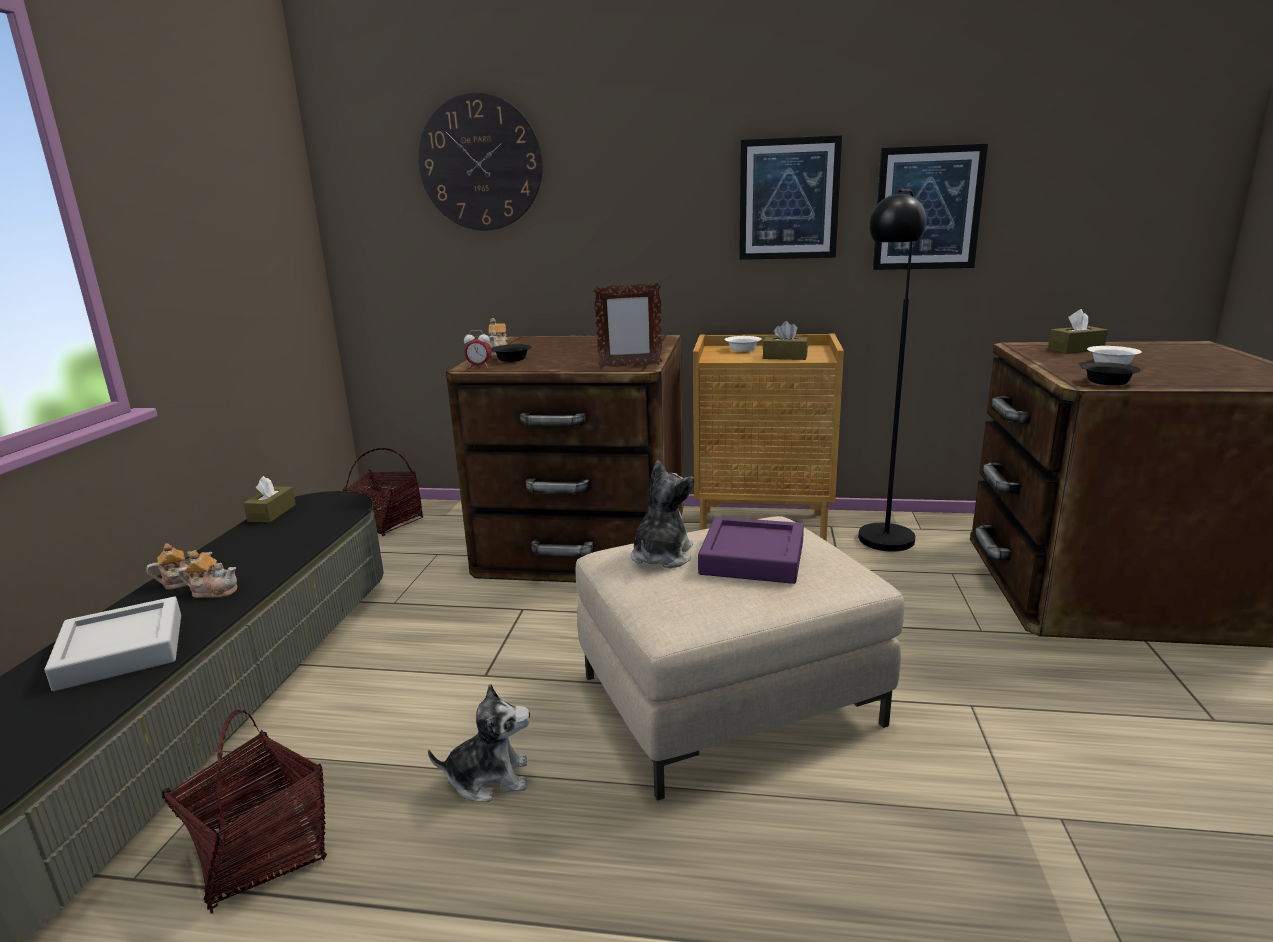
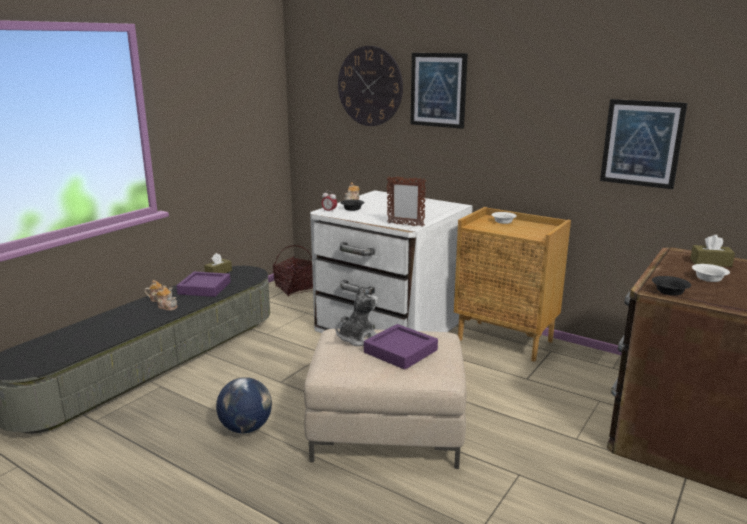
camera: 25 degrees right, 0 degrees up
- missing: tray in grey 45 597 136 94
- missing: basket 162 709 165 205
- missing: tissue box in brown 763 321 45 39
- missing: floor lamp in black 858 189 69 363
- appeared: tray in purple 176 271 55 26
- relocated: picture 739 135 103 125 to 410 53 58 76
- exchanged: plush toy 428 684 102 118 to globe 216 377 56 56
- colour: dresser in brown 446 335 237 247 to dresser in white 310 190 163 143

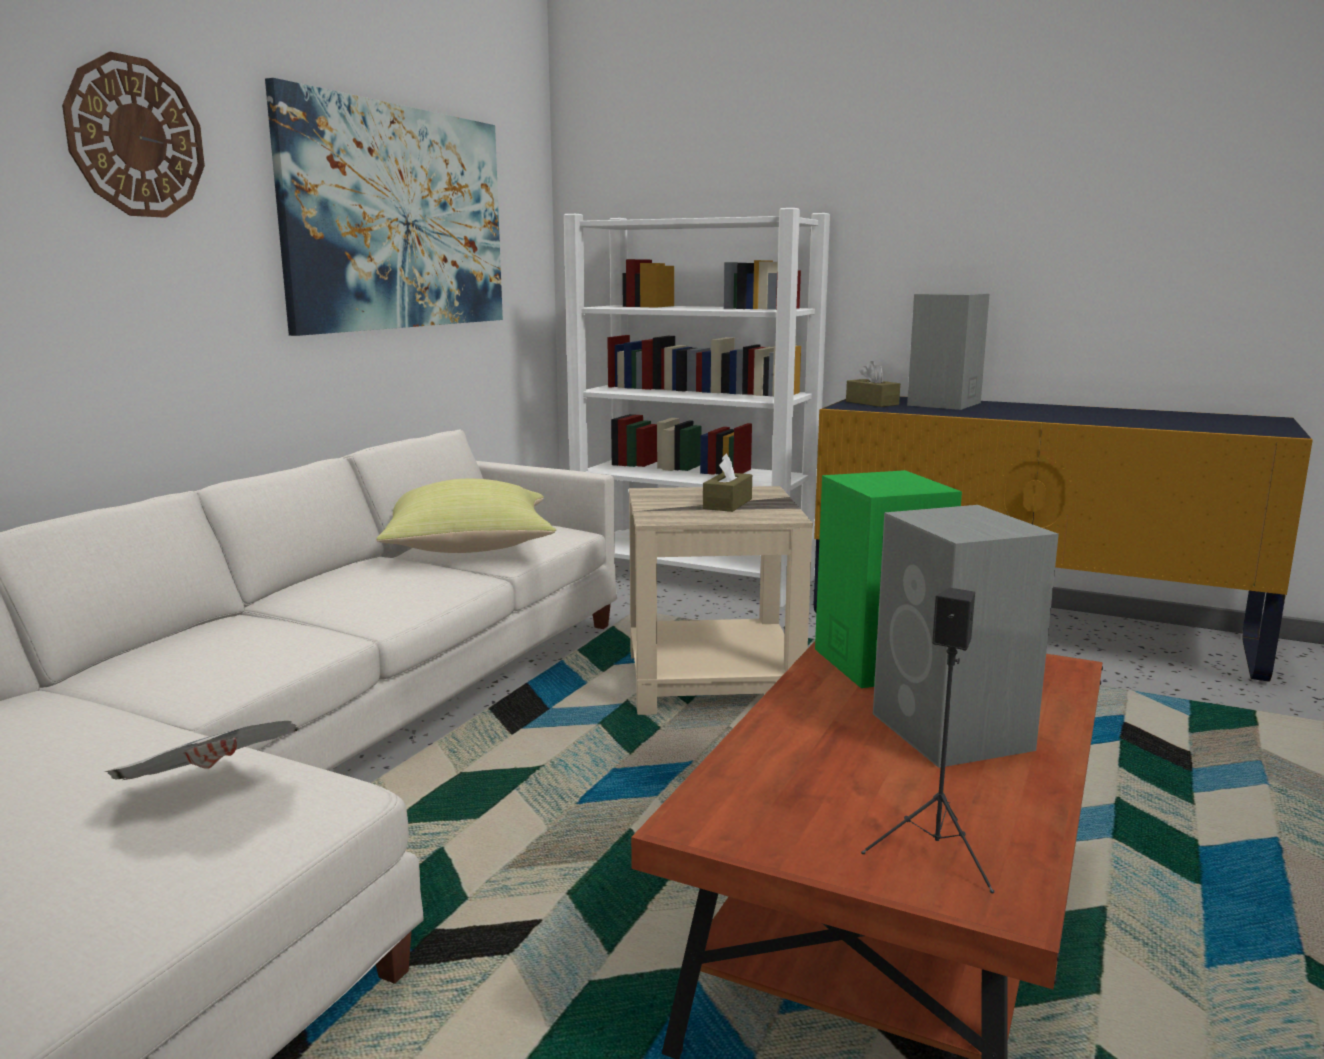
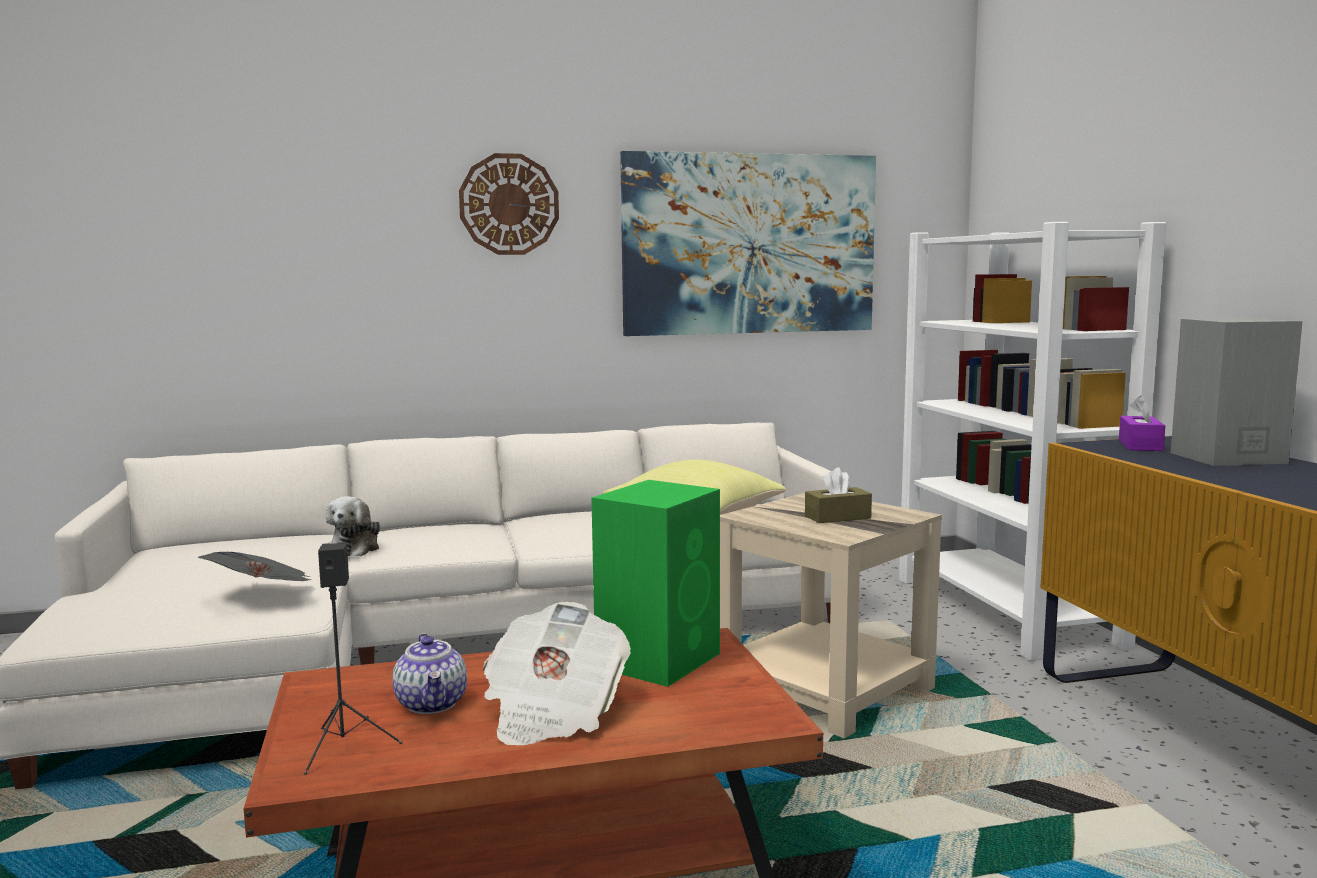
camera: 50 degrees right, 5 degrees down
- appeared: plush toy 326 496 54 60
- appeared: teapot 393 633 74 81
- exchanged: speaker in grey 873 505 186 263 to newspaper 483 602 148 143
- colour: tissue box in brown 846 361 54 46 to tissue box in purple 1119 395 46 56

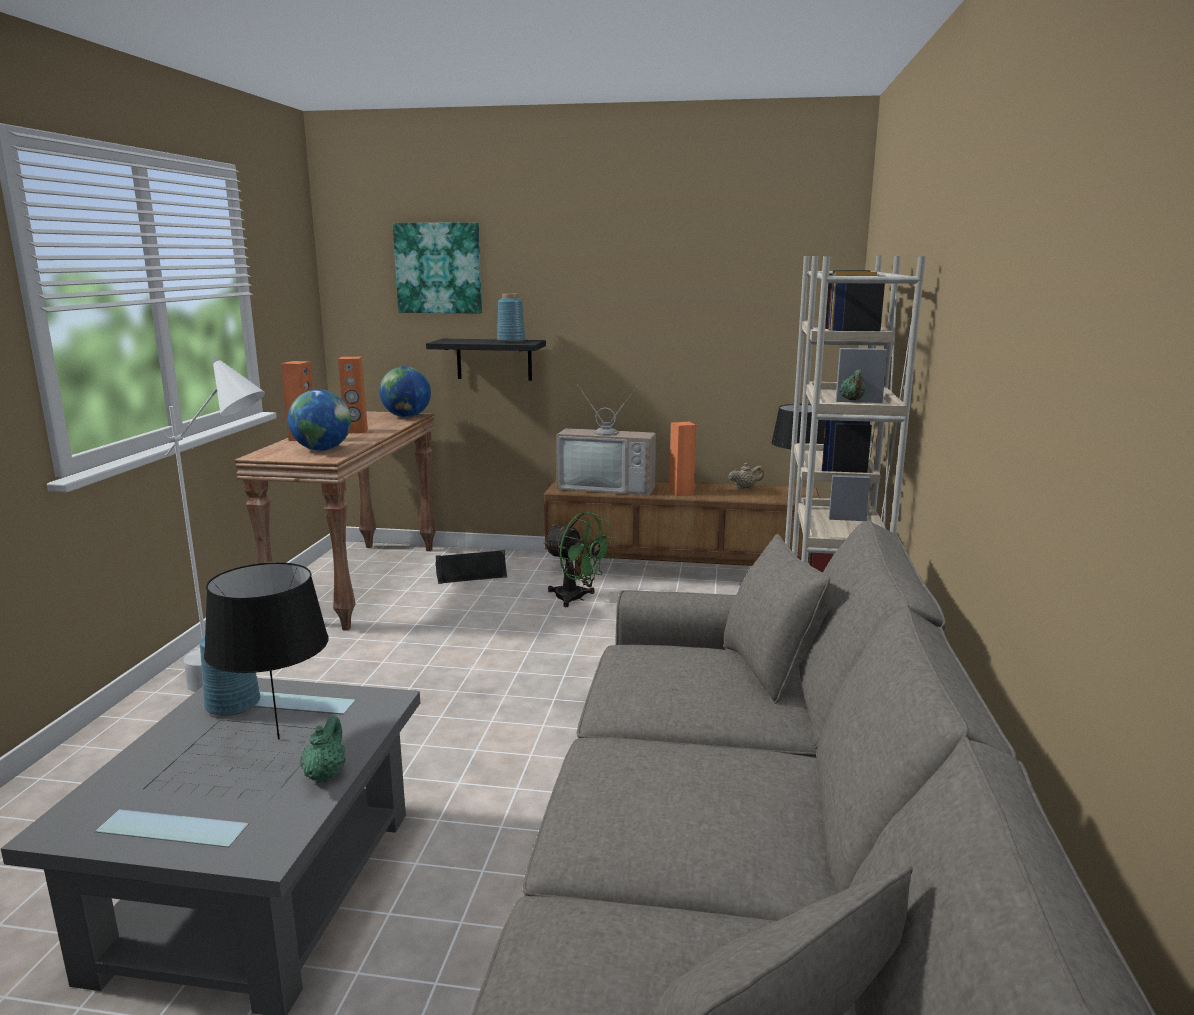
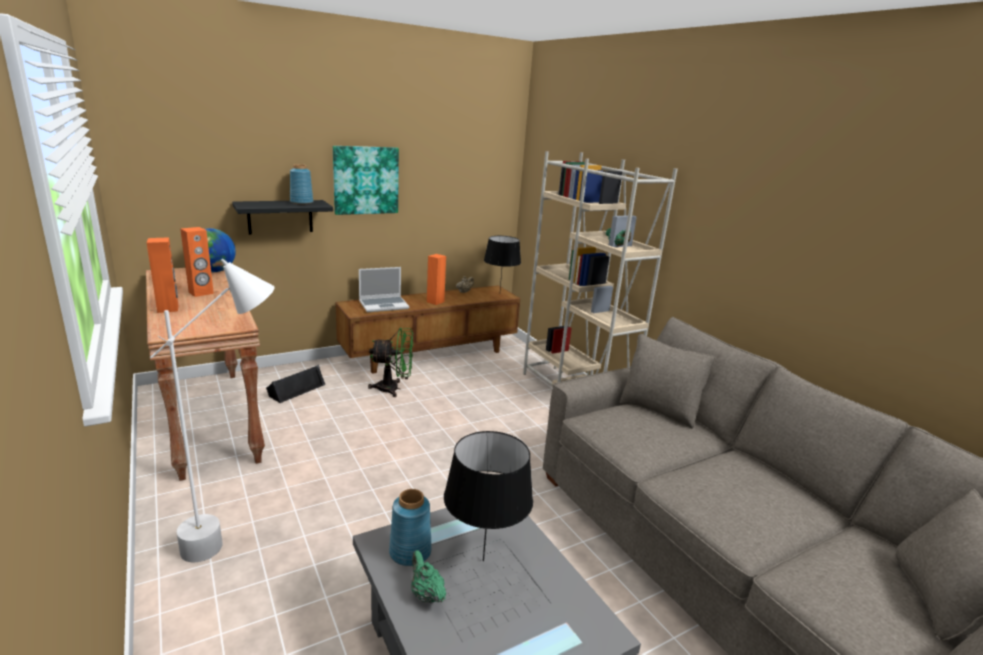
camera: 40 degrees left, 5 degrees up
- missing: globe 288 389 63 62
- relocated: teapot in green 300 716 46 67 to 411 550 35 53
- relocated: picture 393 222 89 92 to 333 146 66 69
- exchanged: television 556 385 100 111 to laptop 359 267 50 45

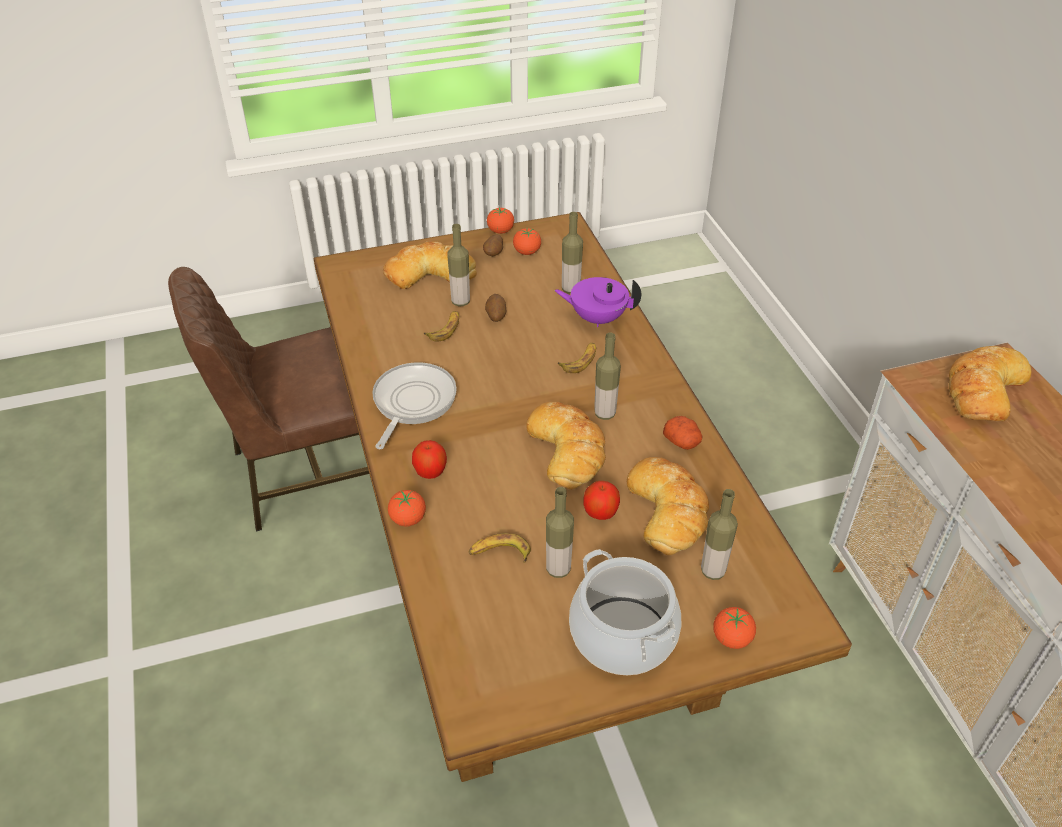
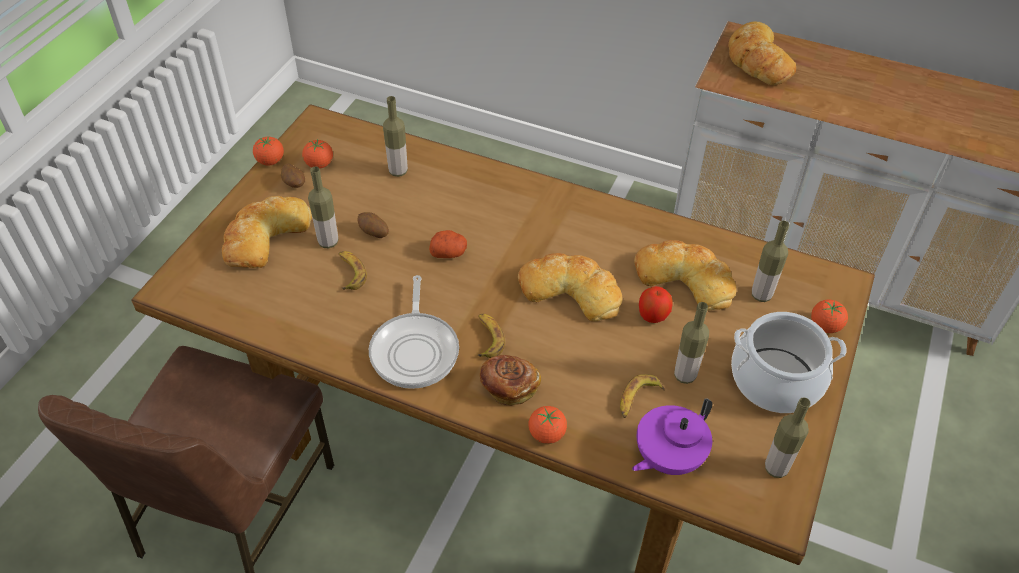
camera: 50 degrees left, 5 degrees up
- relocated: teapot in purple 554 277 87 50 to 632 398 80 77
- relocated: banana 558 343 38 30 to 477 314 28 44
- relocated: bottle 594 333 27 87 to 765 398 45 80
- relocated: potato 663 416 39 34 to 429 230 38 28
- exchanged: apple 412 440 35 39 to bread 480 355 61 51
- spun: frying pan 372 362 85 87 = 369 275 90 114 150 degrees counterclockwise

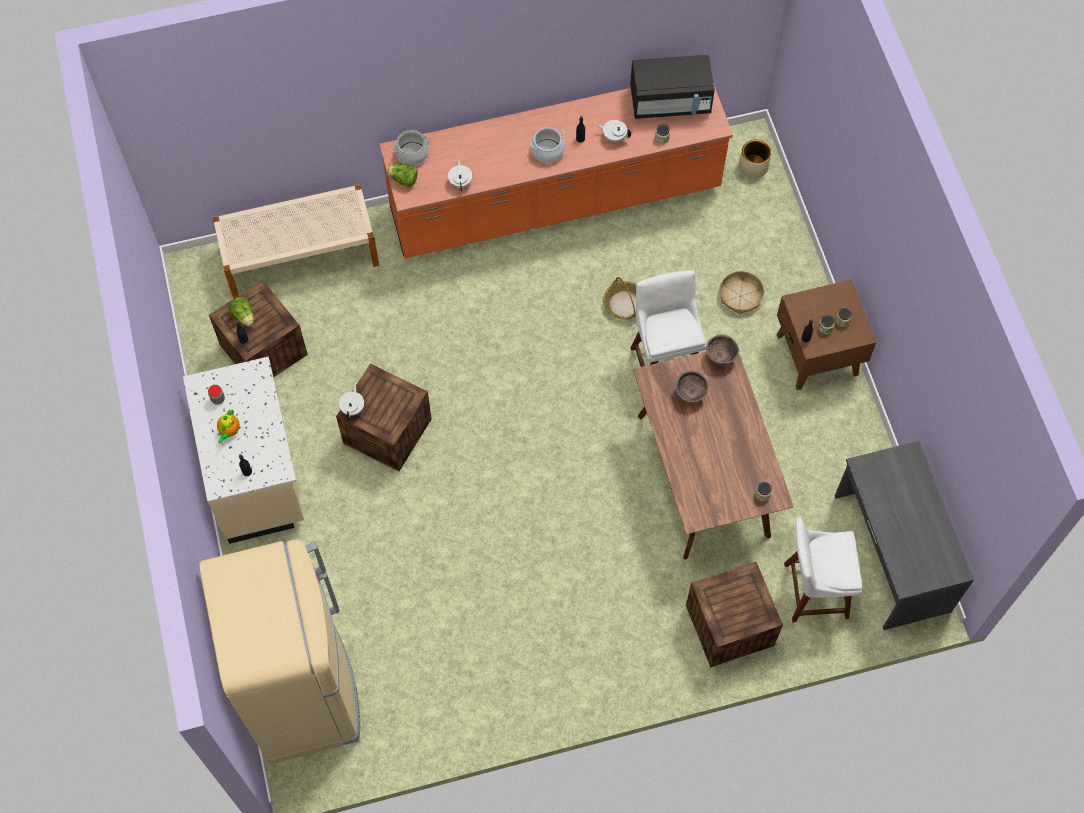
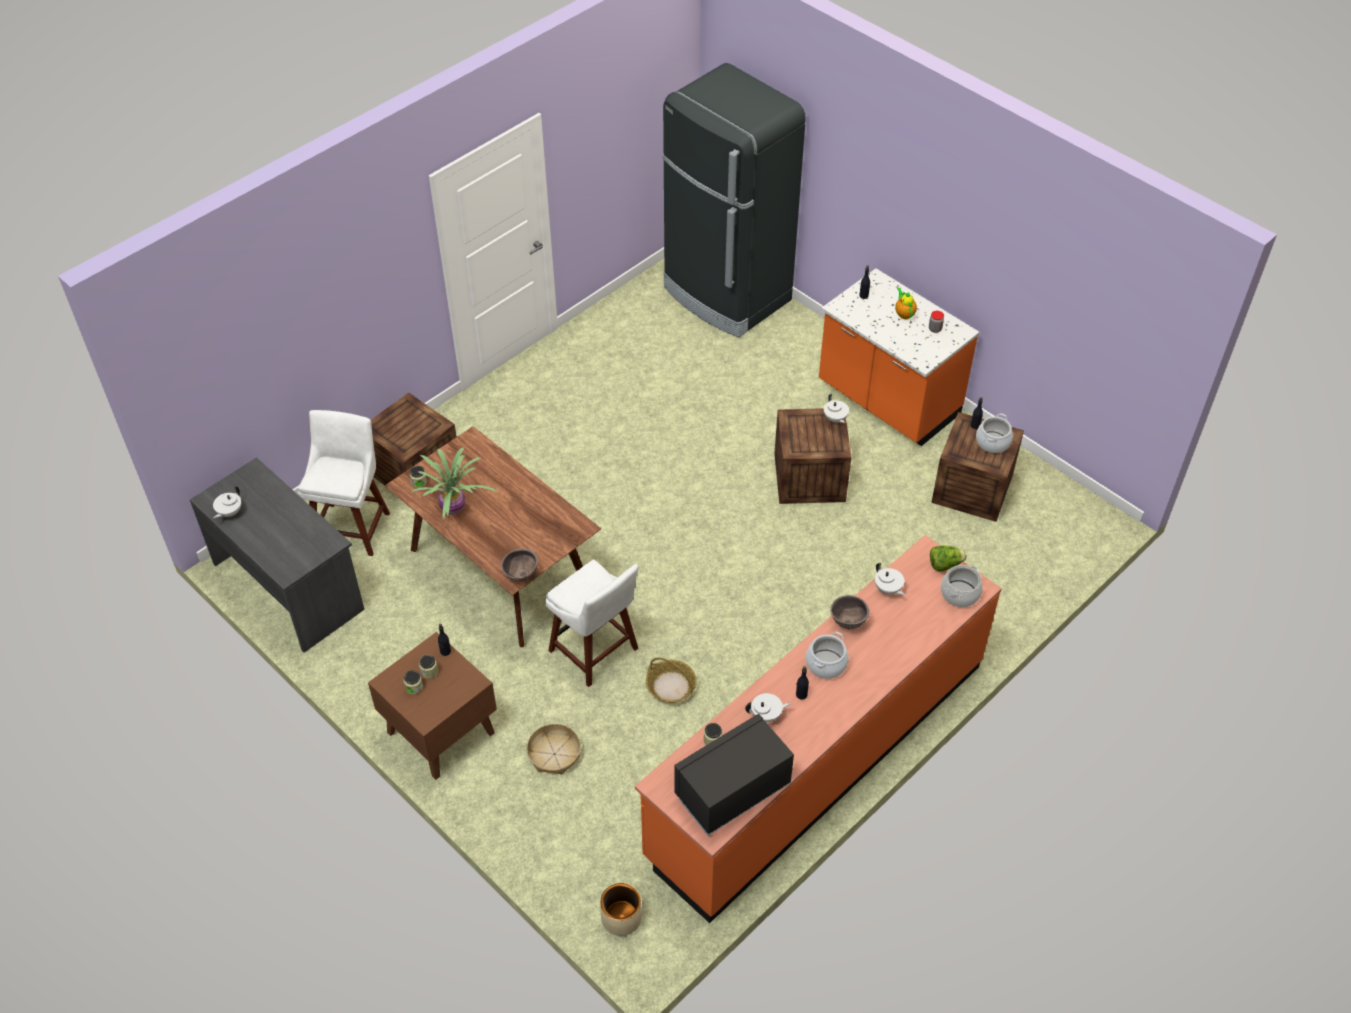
camera: 150 degrees right, 15 degrees down
- missing: bench in beige 212 184 167 115
- appeared: teapot in white 213 486 28 32
- appeared: potted plant 412 448 84 72
- relocated: bowl in brown 676 370 33 33 to 830 595 40 34
- exchanged: lettuce 229 297 25 29 to cooking pot 976 413 37 40
- colour: counter in beige 183 357 121 187 to counter in orange 819 268 160 178
- colour: fridge in beige 199 539 161 225 to fridge in black 662 63 144 274
- spun: chair in white 784 517 78 106 = 298 410 92 146 45 degrees counterclockwise

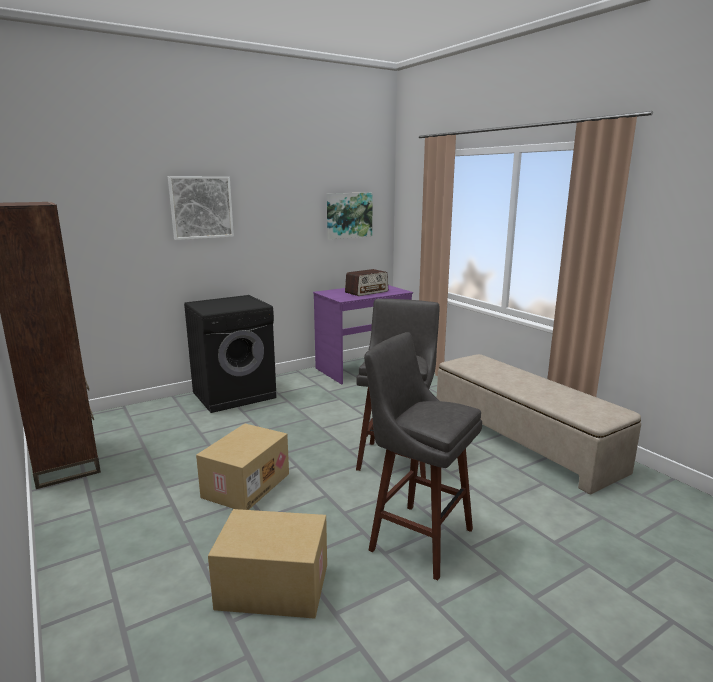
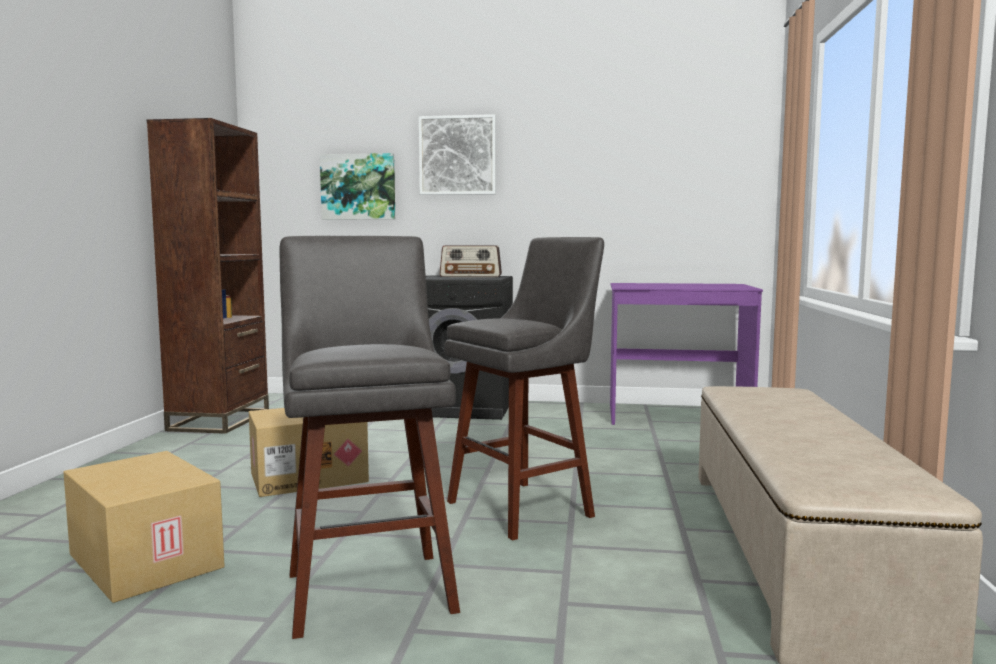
camera: 40 degrees right, 10 degrees down
- relocated: picture 327 193 46 46 to 320 153 75 67
- relocated: radio 345 269 43 27 to 440 245 62 32

